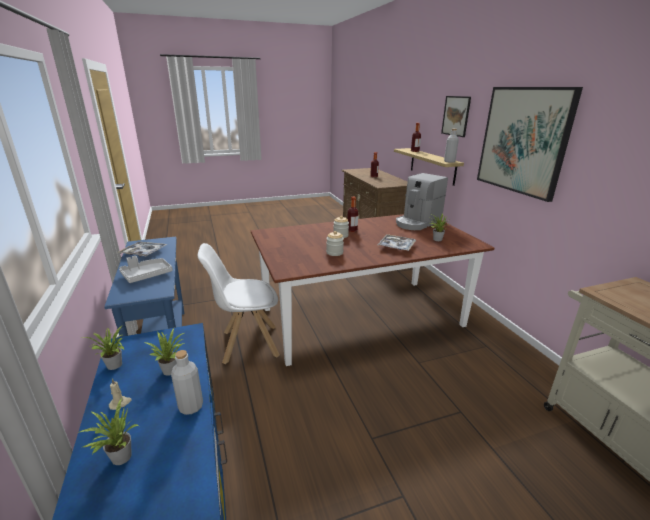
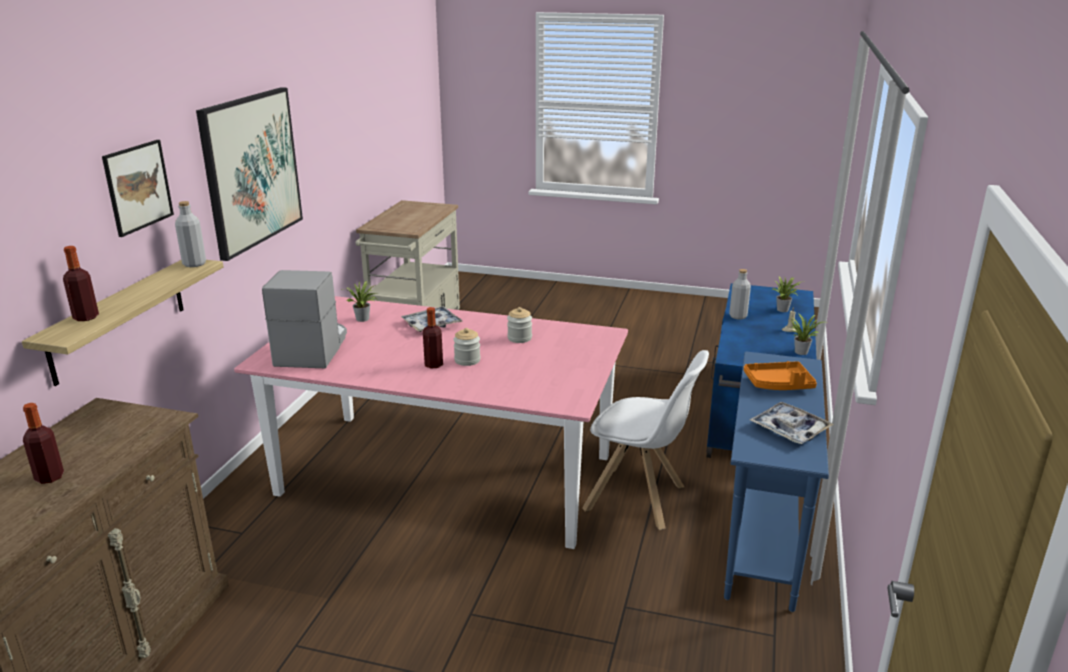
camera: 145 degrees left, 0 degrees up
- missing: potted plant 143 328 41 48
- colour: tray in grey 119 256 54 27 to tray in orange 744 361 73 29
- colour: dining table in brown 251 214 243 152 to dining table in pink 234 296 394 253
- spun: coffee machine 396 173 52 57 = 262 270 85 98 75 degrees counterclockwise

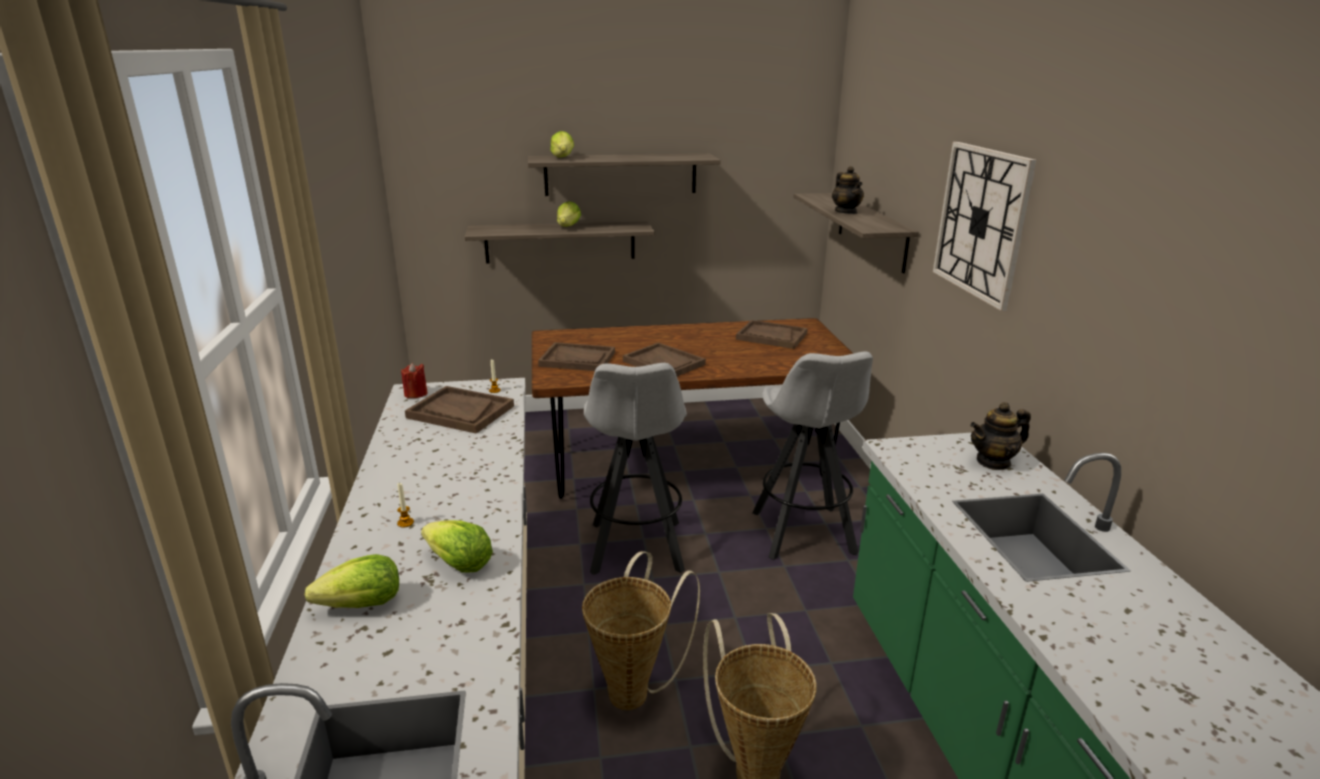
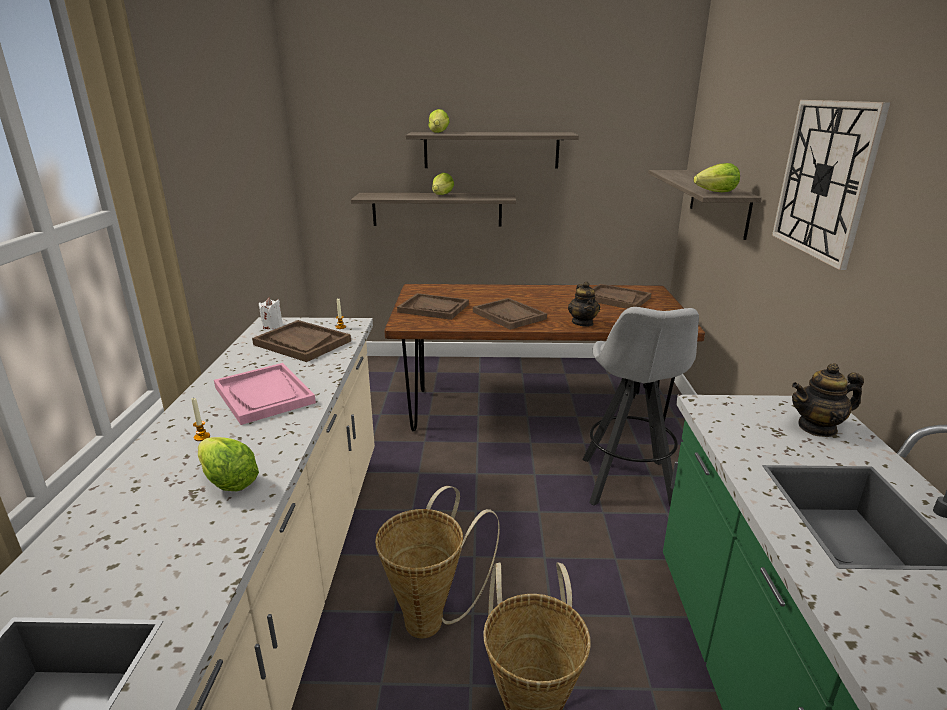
camera: 10 degrees right, 0 degrees up
- missing: stool in grey 584 363 103 212
- appeared: tray in pink 214 363 102 62
- relocated: lettuce 305 554 94 54 to 693 163 47 29
- relocated: teapot 832 166 32 48 to 568 281 32 46
- colour: candle in red 401 363 27 35 to candle in white 259 298 24 31

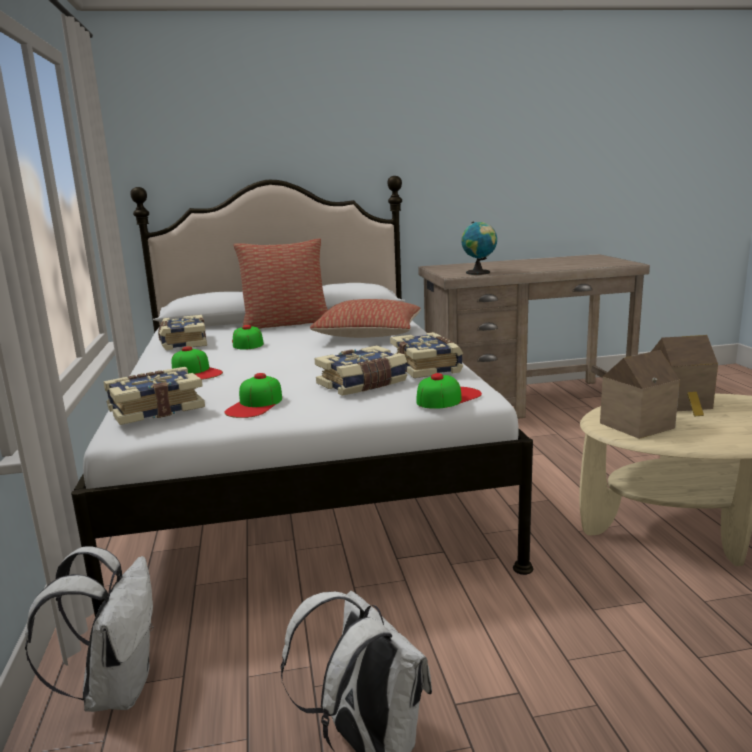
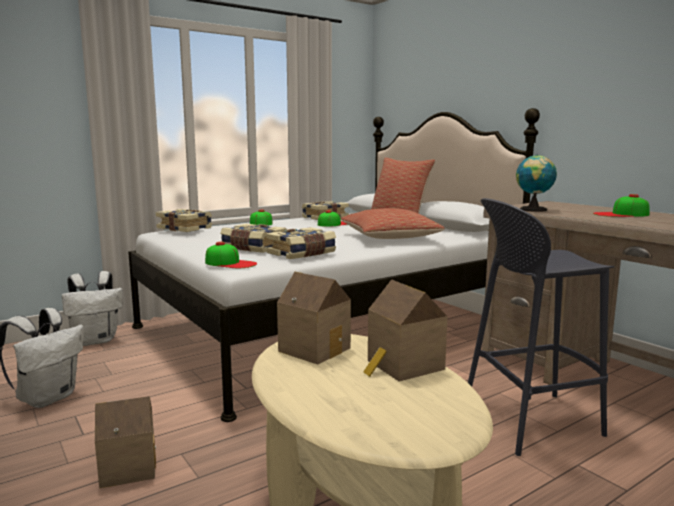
camera: 65 degrees right, 5 degrees down
- appeared: toy house 95 396 61 92
- appeared: stool in grey 468 198 146 258
- relocated: cap 224 373 58 45 to 593 194 57 23

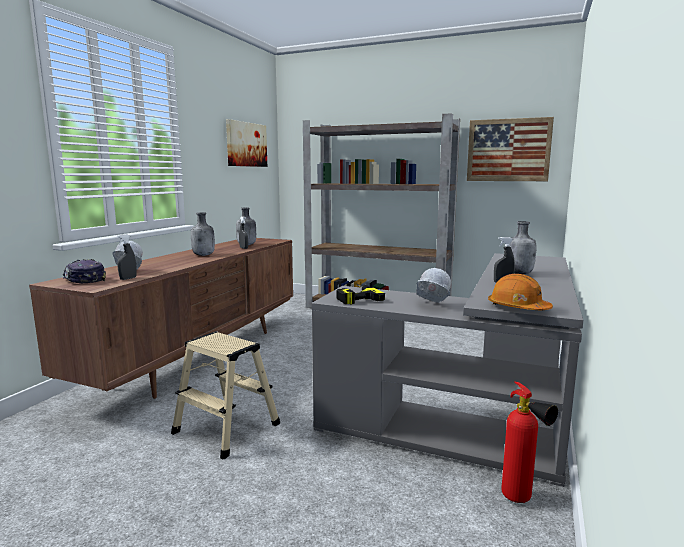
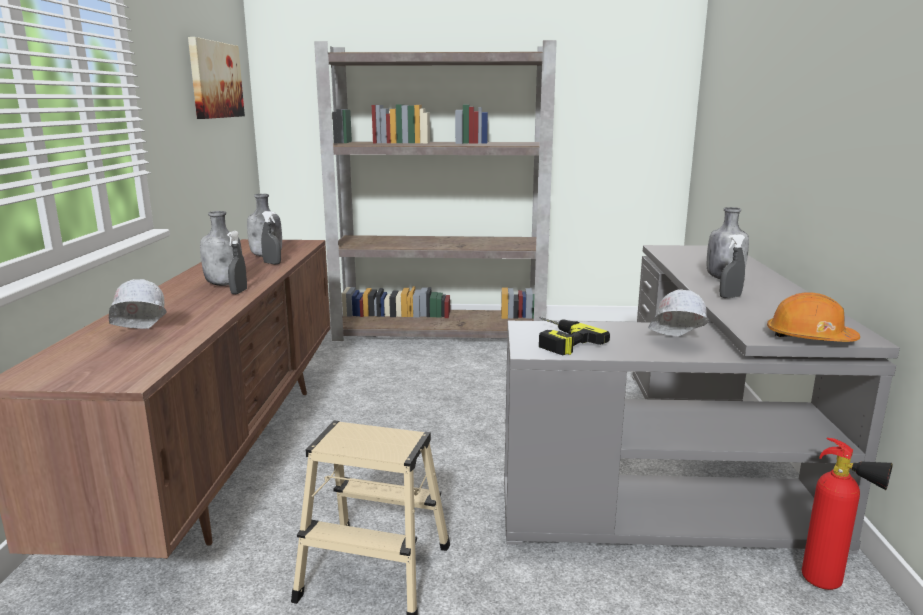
camera: 20 degrees left, 5 degrees up
- missing: cap 63 259 43 24
- missing: picture 467 117 87 64
- relocated: spray bottle in grey 117 234 20 46 to 227 231 20 63

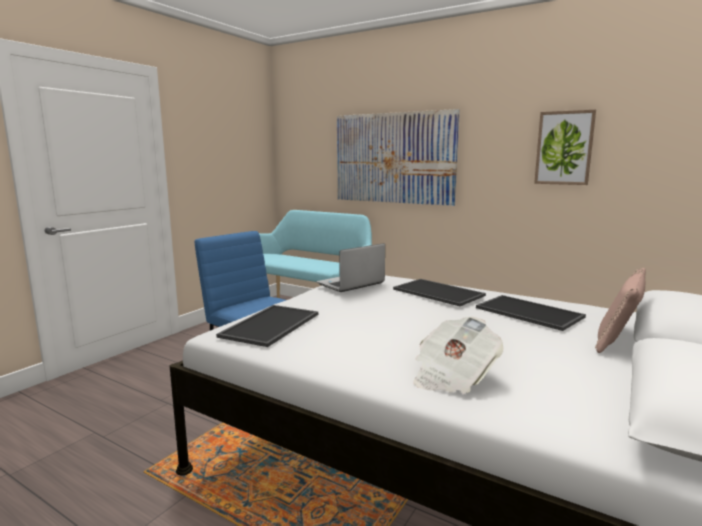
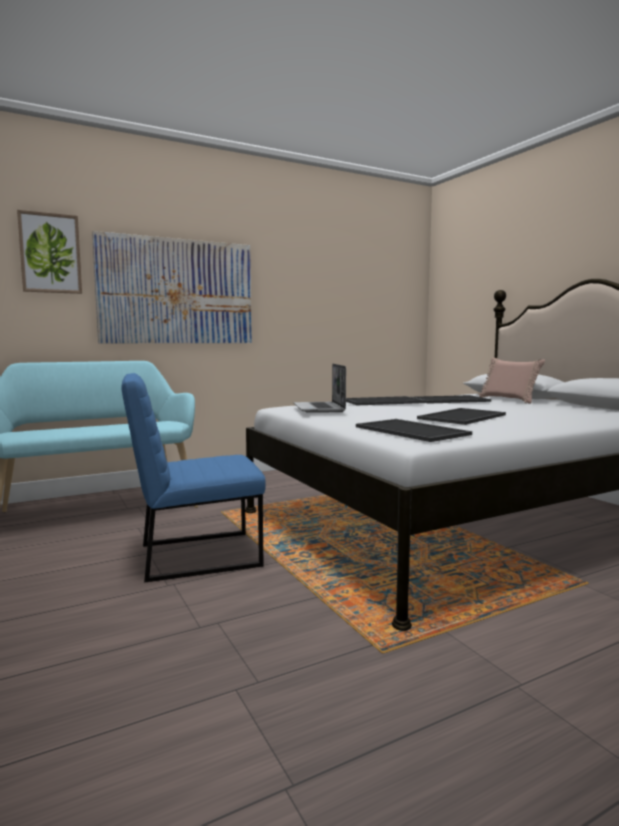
camera: 60 degrees left, 5 degrees down
- missing: newspaper 414 317 90 76
- appeared: tray 417 408 89 17
- relocated: picture 534 110 62 75 to 17 210 65 84

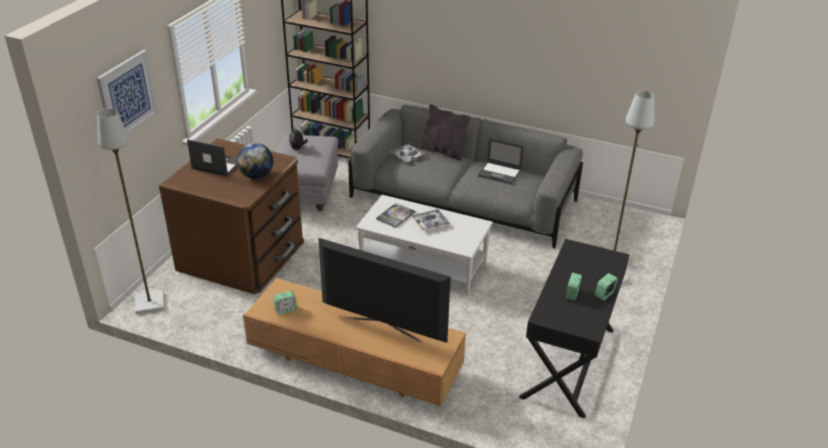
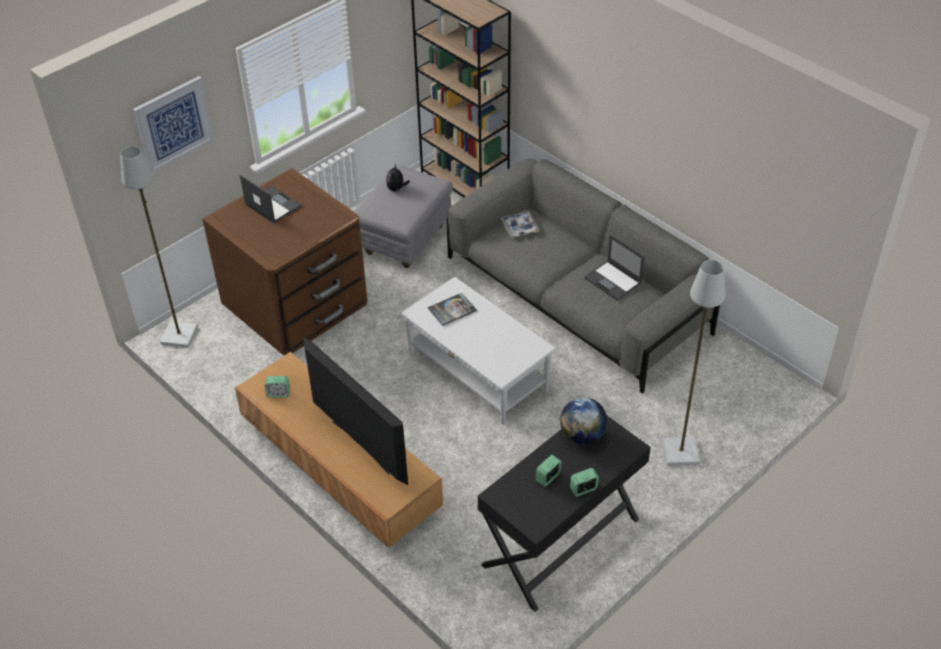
camera: 25 degrees right, 10 degrees up
- missing: tray 412 209 38 21
- missing: pillow in black 421 104 49 57
- relocated: globe 237 143 37 36 to 560 397 47 48

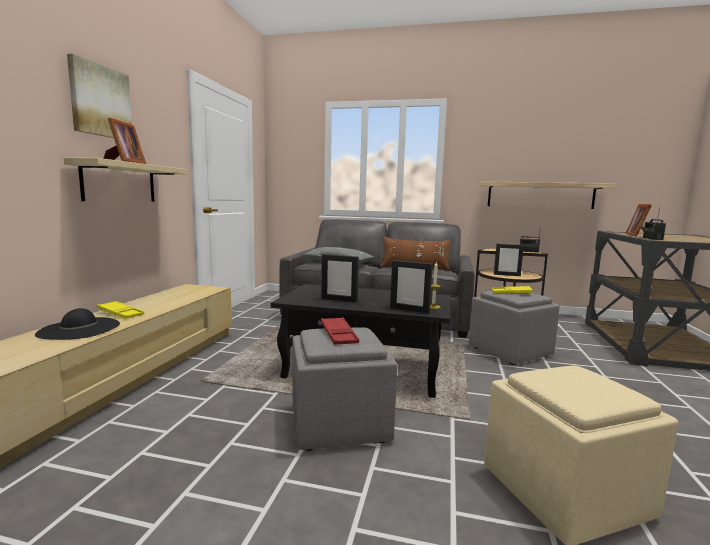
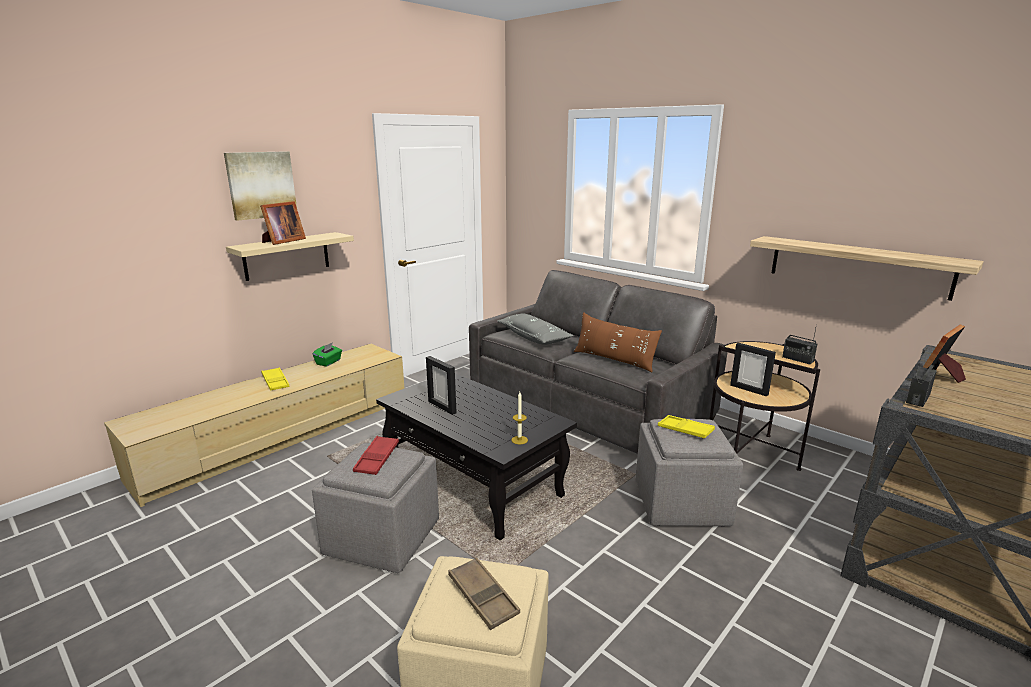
camera: 30 degrees right, 10 degrees up
- missing: hat in black 35 308 85 32
- missing: picture frame 390 260 43 53
- appeared: tissue box in green 313 342 29 25
- appeared: tray in brown 448 557 72 73

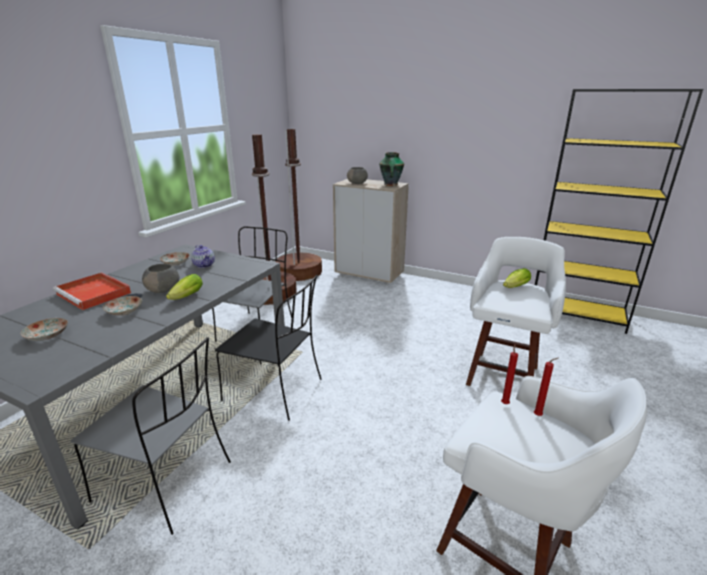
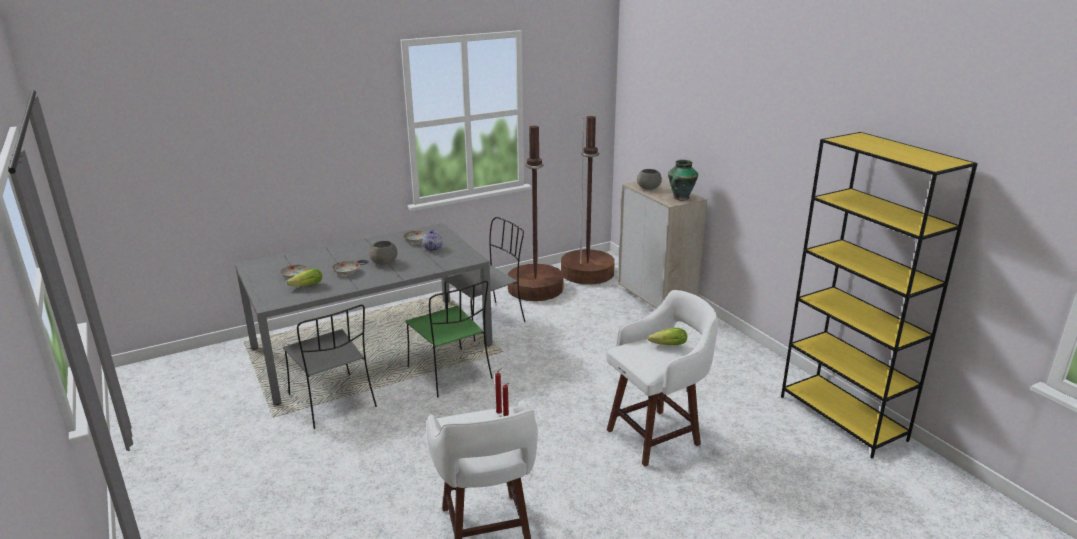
camera: 35 degrees right, 0 degrees up
- missing: tray in red 53 272 78 38
- relocated: lettuce 166 274 37 26 to 287 269 35 17
- colour: chair in black 215 275 107 146 to chair in green 406 281 87 117

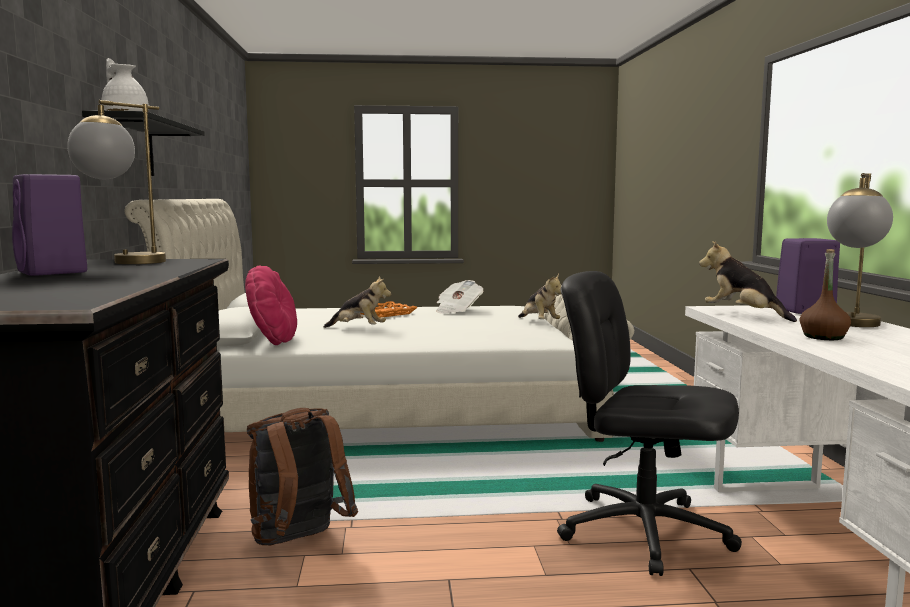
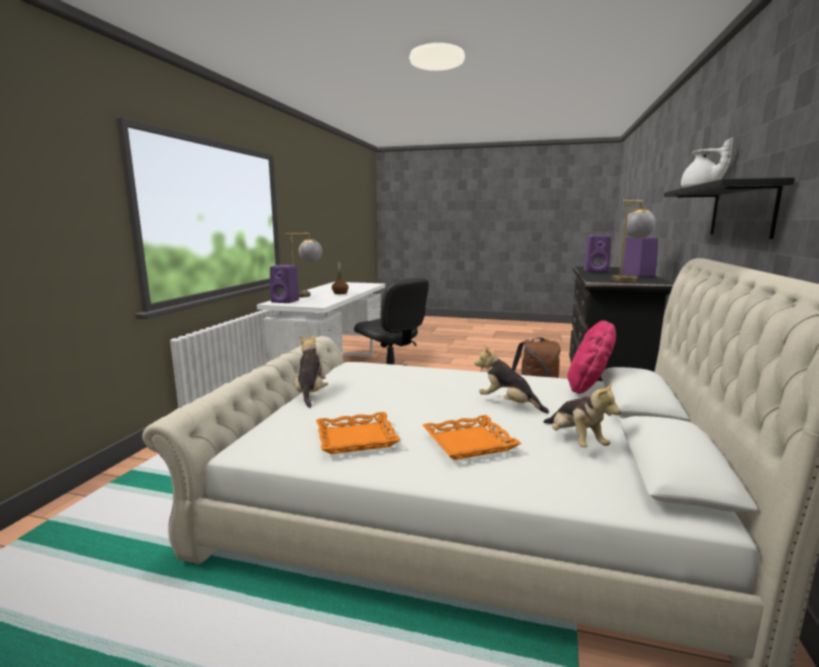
camera: 160 degrees left, 5 degrees up
- appeared: speaker in purple 584 235 27 37
- relocated: plush toy 699 240 98 82 to 543 382 78 65
- exchanged: newspaper 436 280 47 34 to tray in orange 316 412 84 42

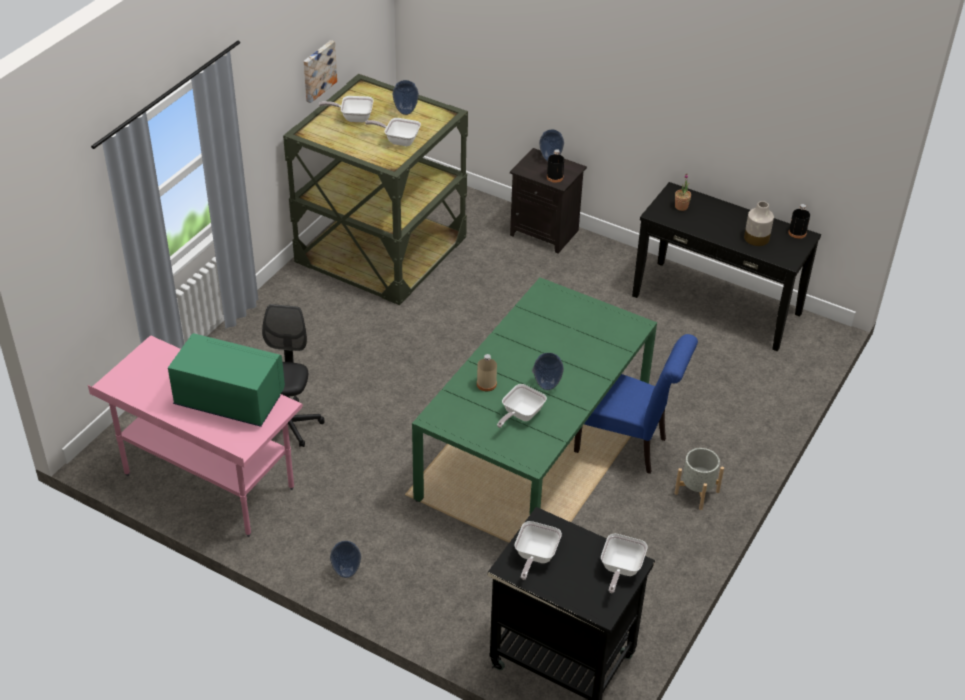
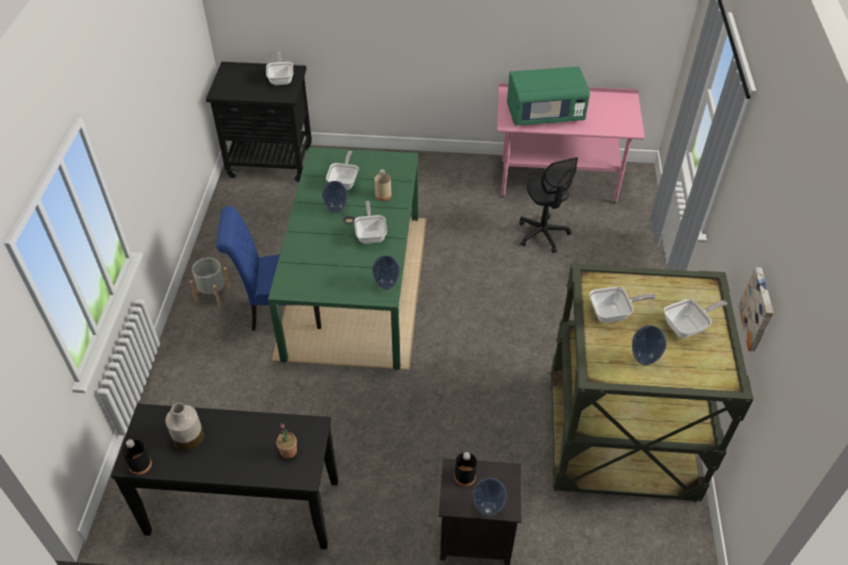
camera: 155 degrees right, 5 degrees up
- relocated: vase 330 541 31 37 to 372 255 28 34
- relocated: frying pan 601 533 47 60 to 354 201 33 43

